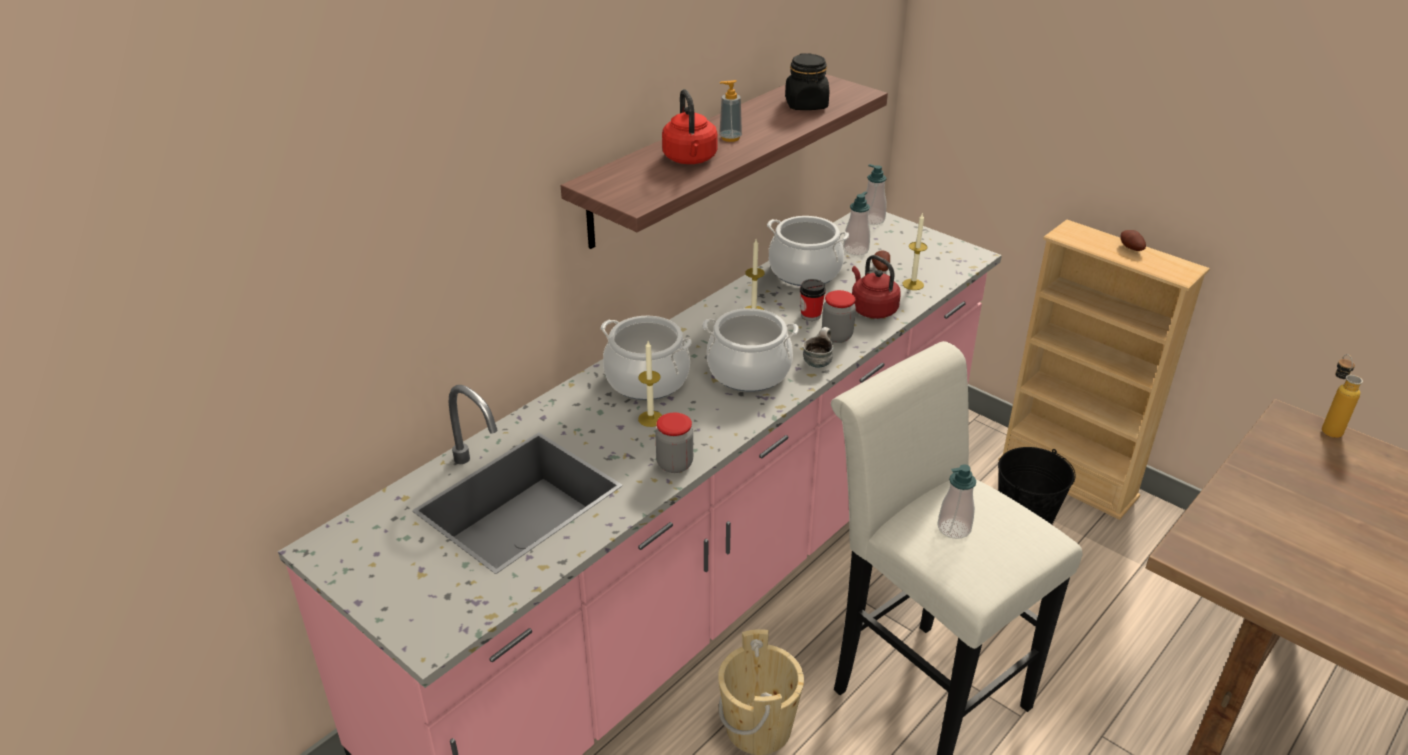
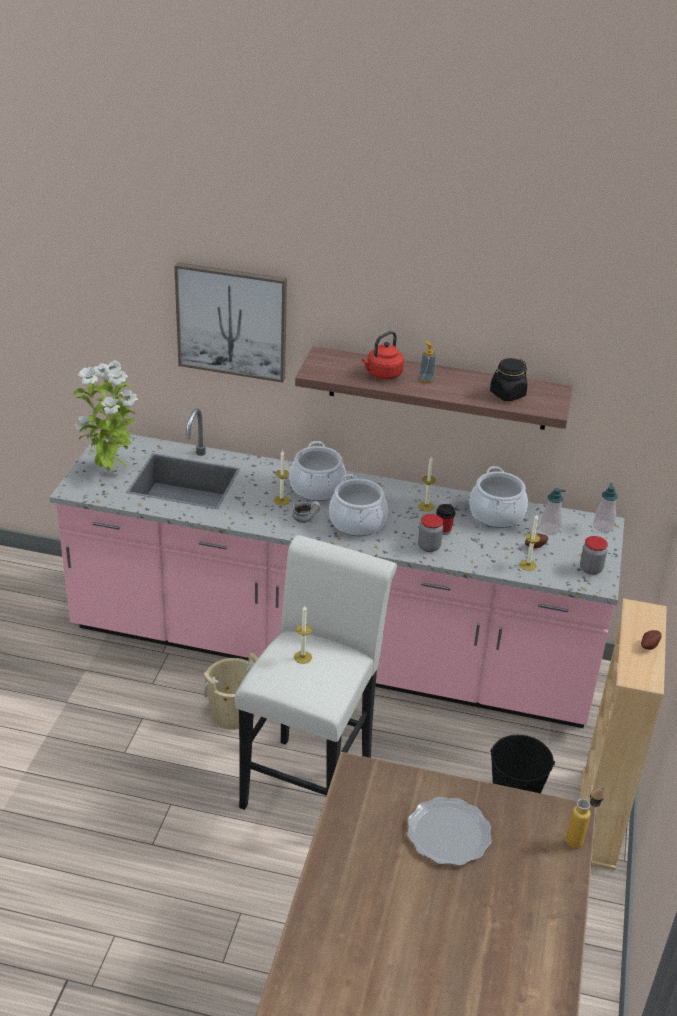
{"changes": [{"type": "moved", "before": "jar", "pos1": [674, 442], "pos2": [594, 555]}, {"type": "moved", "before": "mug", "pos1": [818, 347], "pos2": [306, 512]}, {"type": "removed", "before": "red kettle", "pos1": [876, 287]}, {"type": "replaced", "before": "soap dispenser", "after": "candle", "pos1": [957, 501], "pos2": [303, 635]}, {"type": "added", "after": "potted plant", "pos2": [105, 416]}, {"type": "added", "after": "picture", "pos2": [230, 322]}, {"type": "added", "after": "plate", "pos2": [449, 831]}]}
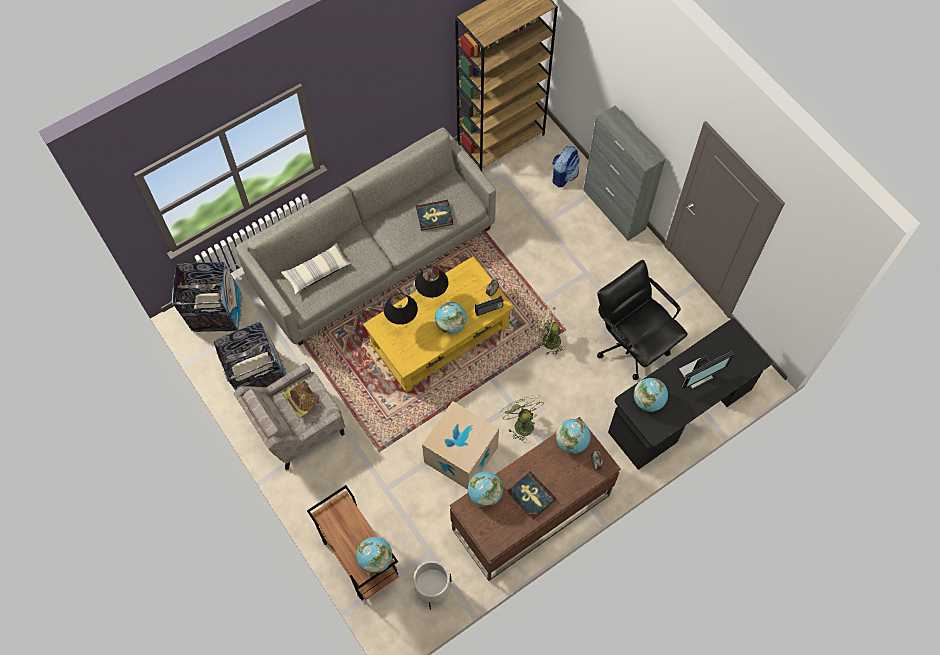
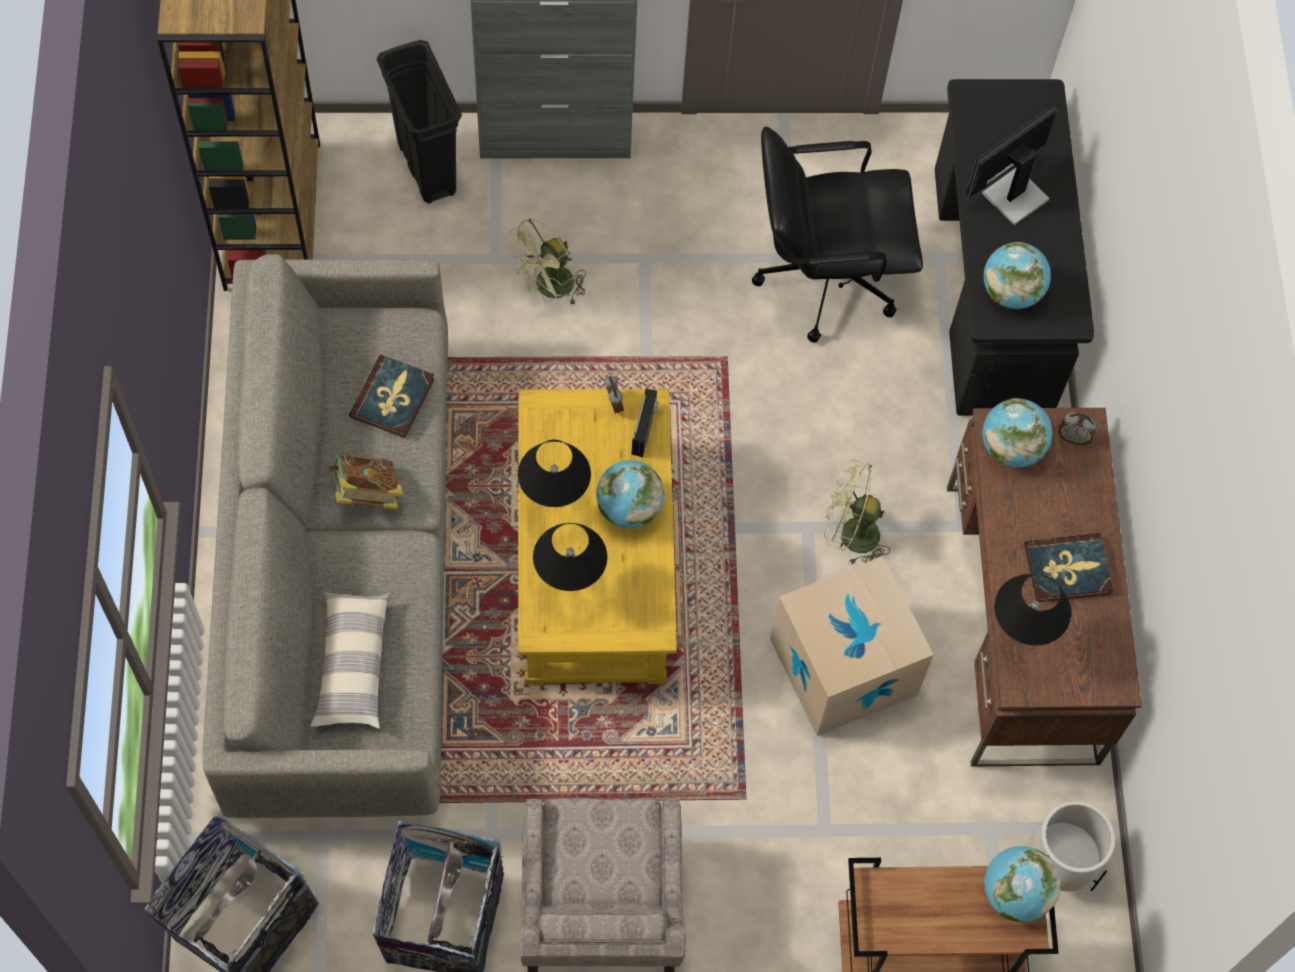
{"changes": [{"type": "moved", "before": "book", "pos1": [301, 399], "pos2": [365, 482]}, {"type": "replaced", "before": "globe", "after": "black table lamp", "pos1": [485, 489], "pos2": [1032, 610]}, {"type": "moved", "before": "green fan", "pos1": [549, 330], "pos2": [546, 262]}, {"type": "replaced", "before": "backpack", "after": "black trash can", "pos1": [566, 166], "pos2": [419, 121]}, {"type": "turned", "before": "monitor", "pos1": [706, 370], "pos2": [1012, 165], "turn": -135}]}
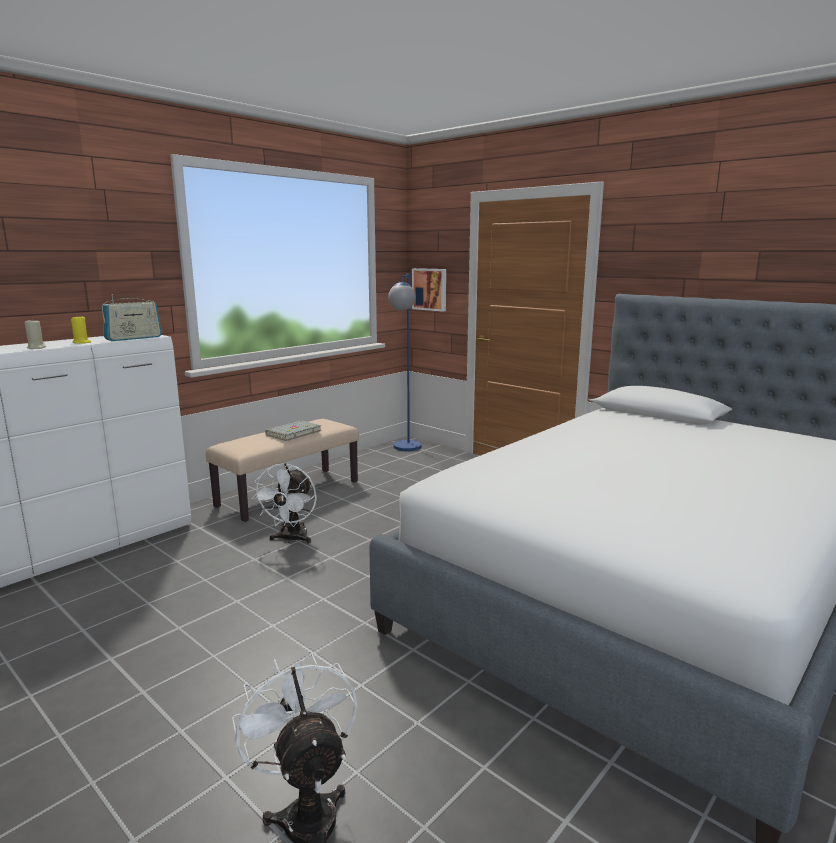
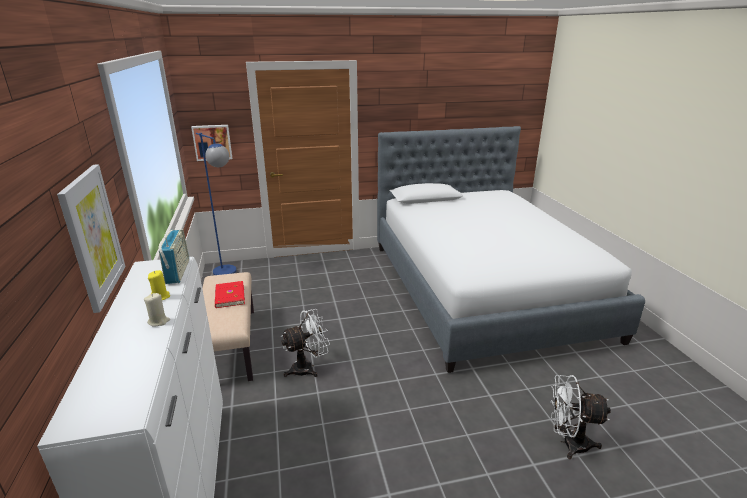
{"changes": [{"type": "turned", "before": "white fan", "pos1": [284, 503], "pos2": [305, 343], "turn": -75}, {"type": "recoloured", "before": "grey book", "after": "red book", "pos1": [293, 430], "pos2": [230, 294]}, {"type": "added", "after": "picture", "pos2": [91, 238]}]}
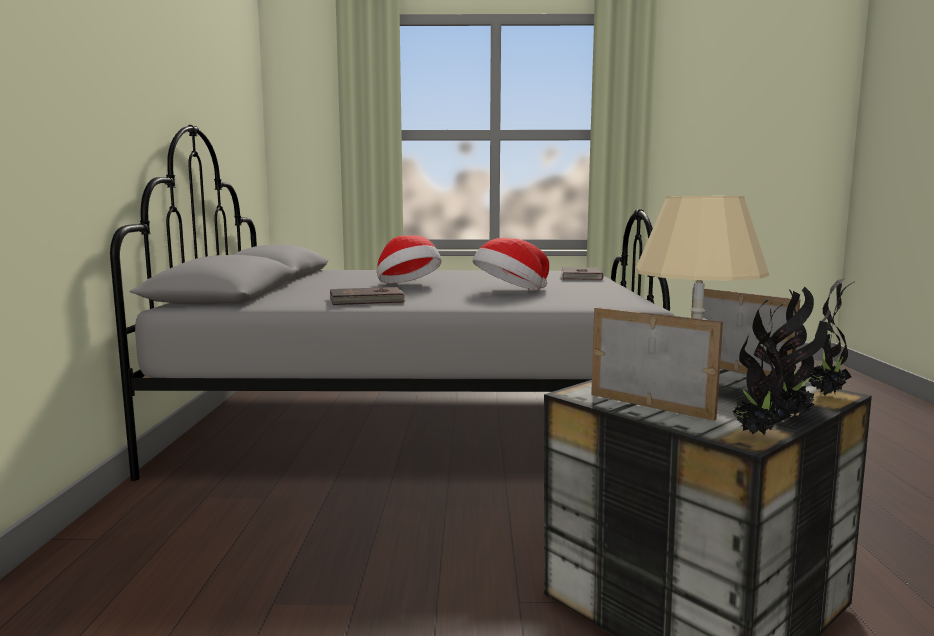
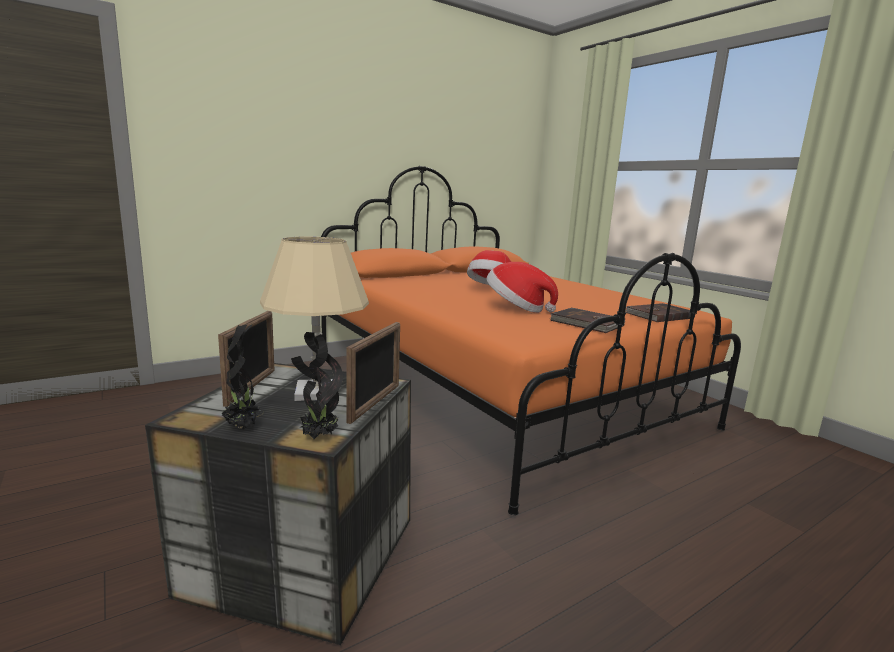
{"changes": [{"type": "recoloured", "before": "grey bed", "after": "orange bed", "pos1": [392, 303], "pos2": [531, 340]}, {"type": "moved", "before": "brown book", "pos1": [368, 296], "pos2": [587, 320]}, {"type": "removed", "before": "potted plant", "pos1": [761, 366]}]}
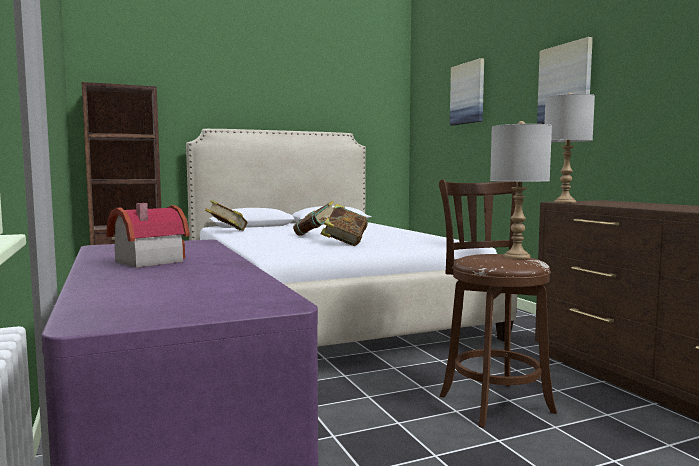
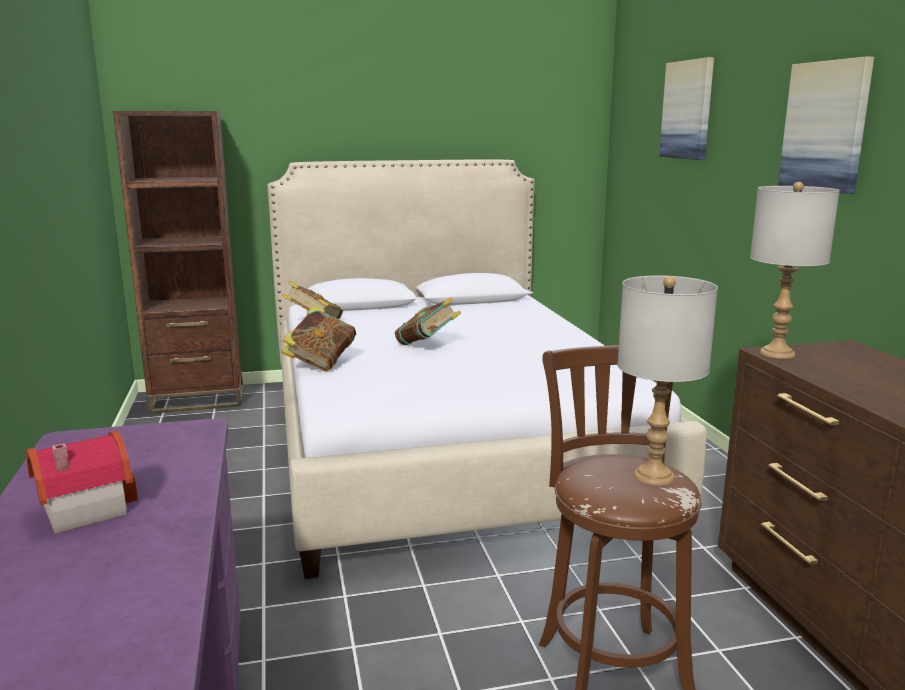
{"changes": [{"type": "moved", "before": "book", "pos1": [344, 224], "pos2": [318, 338]}]}
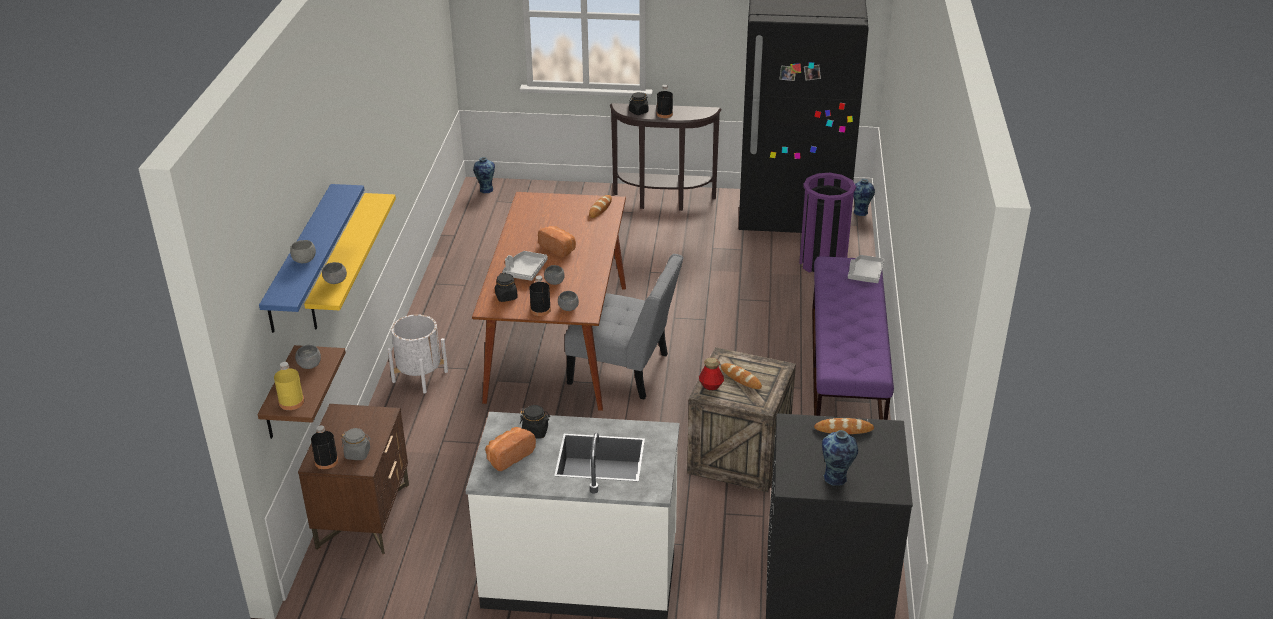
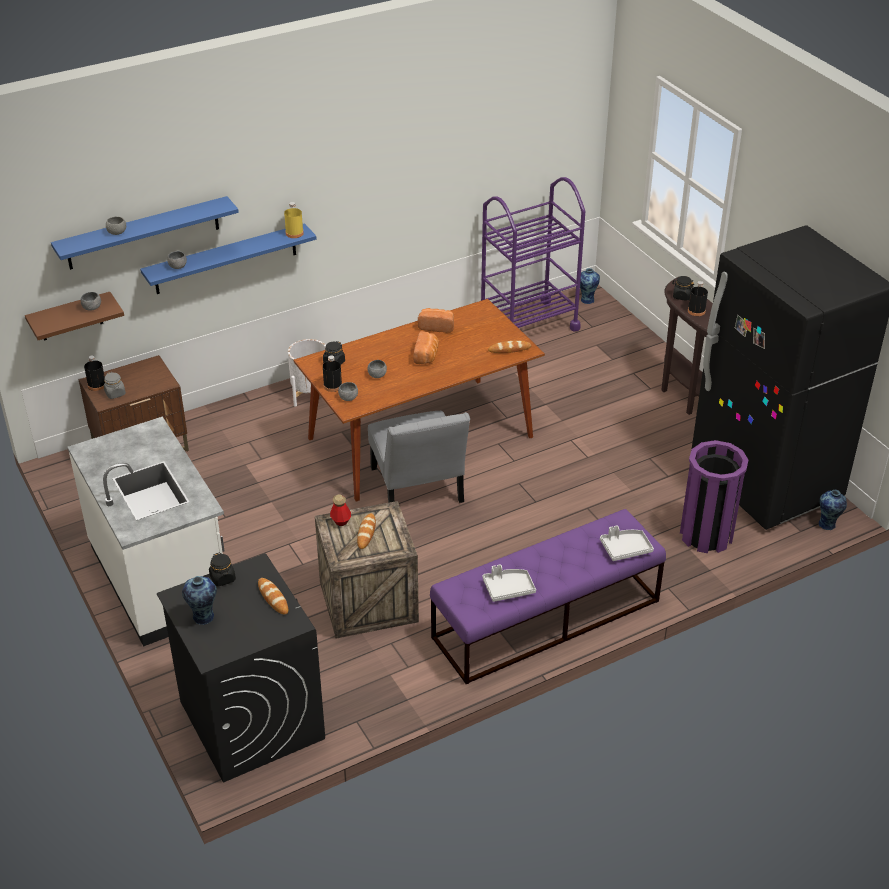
{"changes": [{"type": "moved", "before": "yellow bottle", "pos1": [289, 386], "pos2": [294, 220]}, {"type": "recoloured", "before": "yellow shelf", "after": "blue shelf", "pos1": [350, 261], "pos2": [228, 258]}, {"type": "moved", "before": "bread", "pos1": [510, 449], "pos2": [436, 320]}, {"type": "moved", "before": "grey tray", "pos1": [525, 266], "pos2": [509, 583]}, {"type": "moved", "before": "black jar", "pos1": [535, 422], "pos2": [222, 569]}, {"type": "added", "after": "purple cart", "pos2": [533, 254]}]}
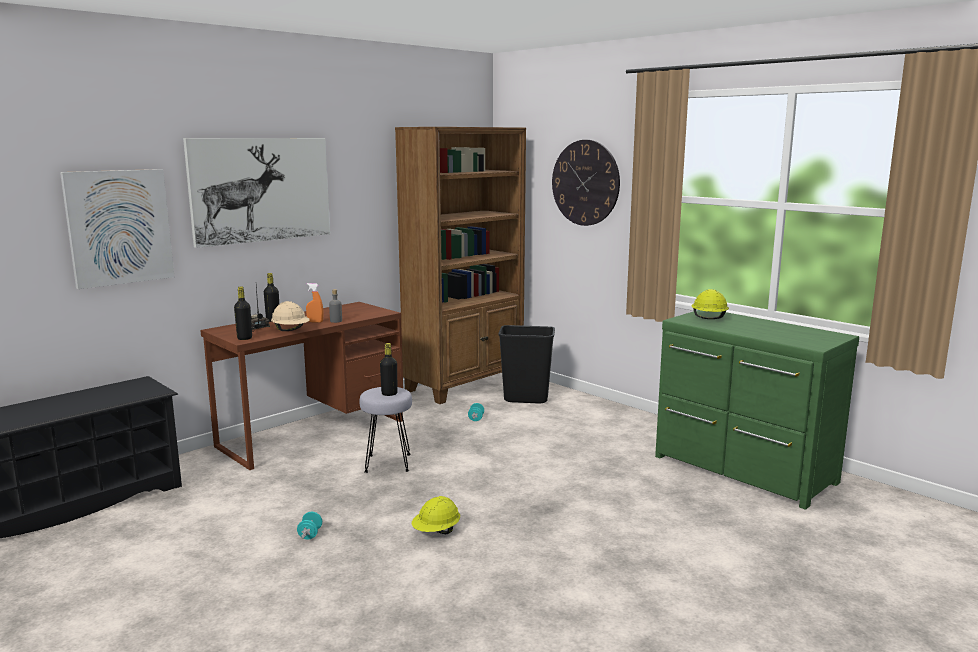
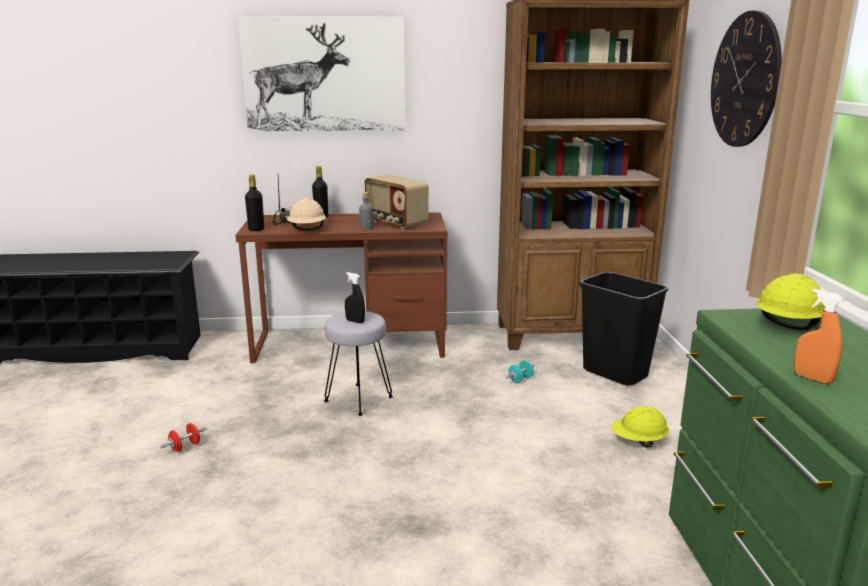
{"changes": [{"type": "removed", "before": "picture", "pos1": [117, 229]}, {"type": "recoloured", "before": "turquoise dumbbell", "after": "red dumbbell", "pos1": [309, 525], "pos2": [183, 437]}, {"type": "moved", "before": "orange spray bottle", "pos1": [314, 303], "pos2": [819, 336]}, {"type": "replaced", "before": "black bottle", "after": "black spray bottle", "pos1": [389, 369], "pos2": [355, 297]}, {"type": "moved", "before": "yellow hard hat", "pos1": [436, 515], "pos2": [640, 427]}, {"type": "added", "after": "radio", "pos2": [397, 202]}]}
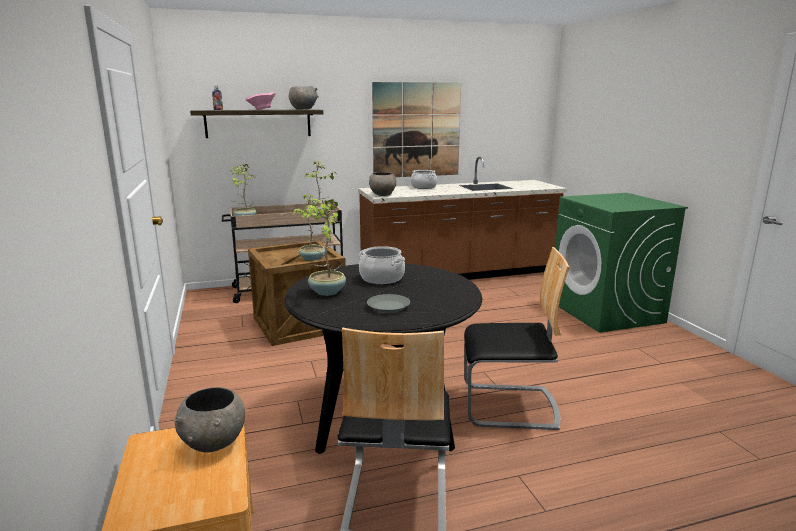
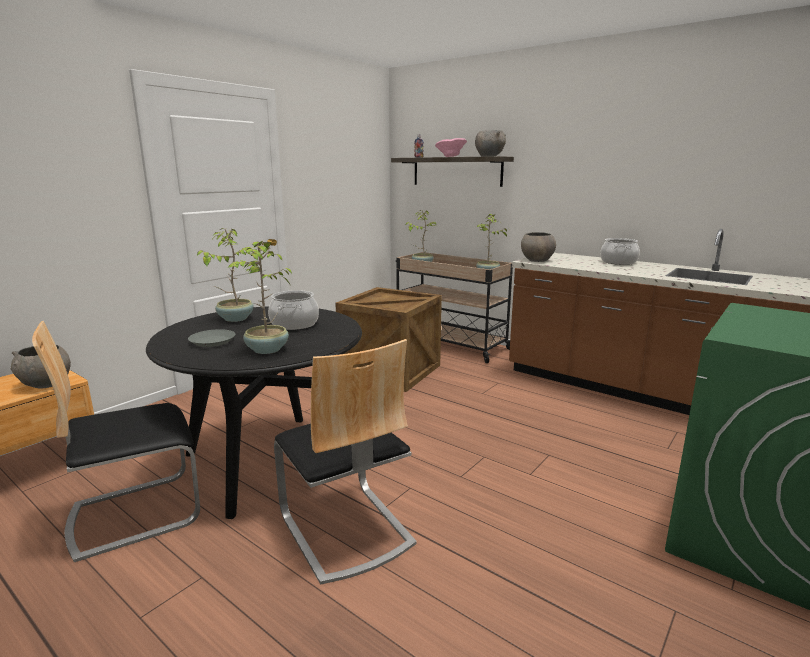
{"changes": [{"type": "moved", "before": "potted plant", "pos1": [311, 227], "pos2": [260, 297]}, {"type": "removed", "before": "picture", "pos1": [416, 129]}]}
